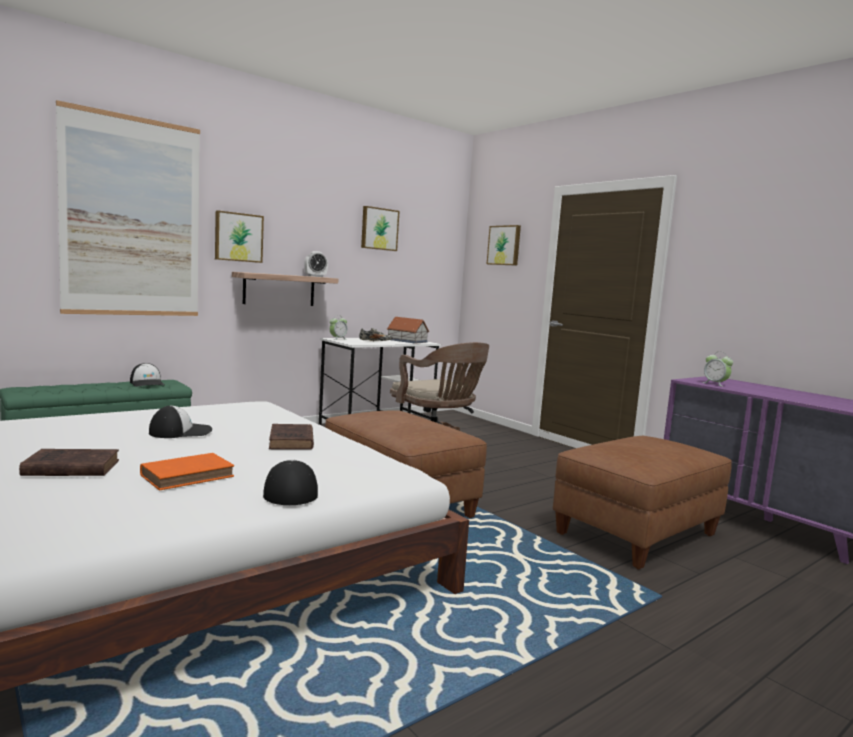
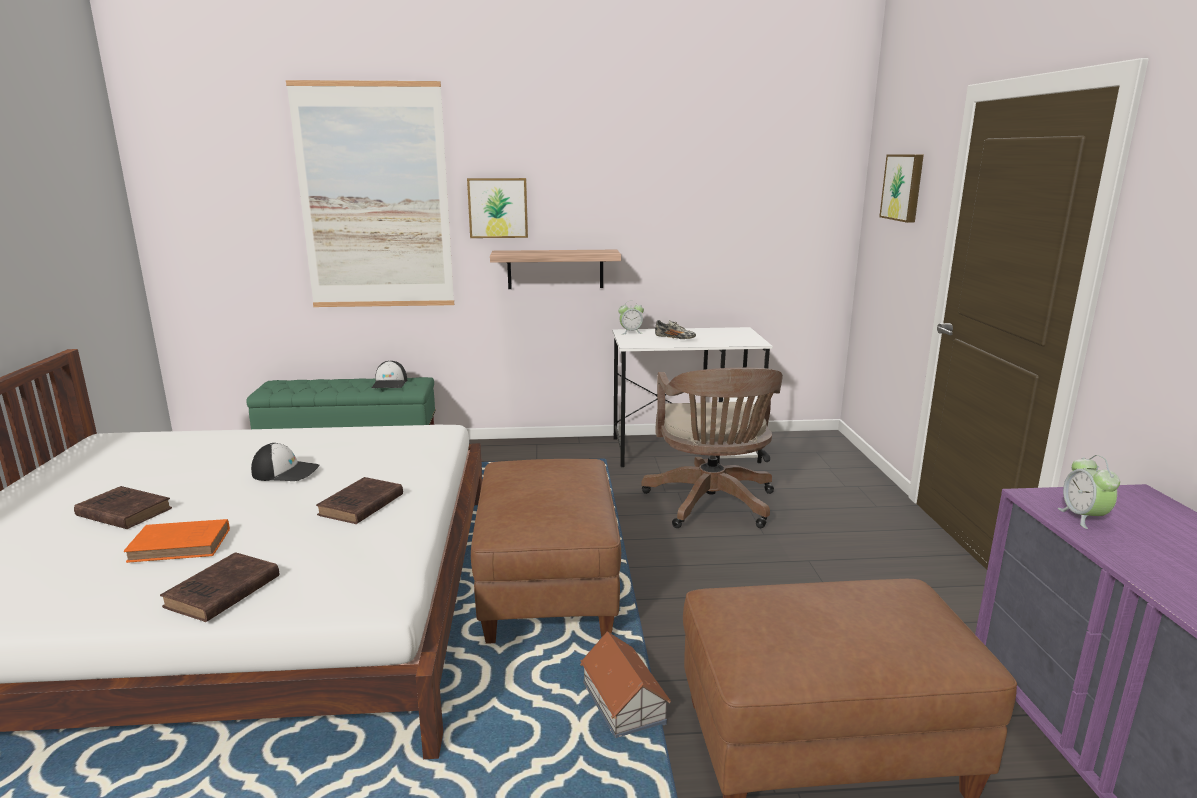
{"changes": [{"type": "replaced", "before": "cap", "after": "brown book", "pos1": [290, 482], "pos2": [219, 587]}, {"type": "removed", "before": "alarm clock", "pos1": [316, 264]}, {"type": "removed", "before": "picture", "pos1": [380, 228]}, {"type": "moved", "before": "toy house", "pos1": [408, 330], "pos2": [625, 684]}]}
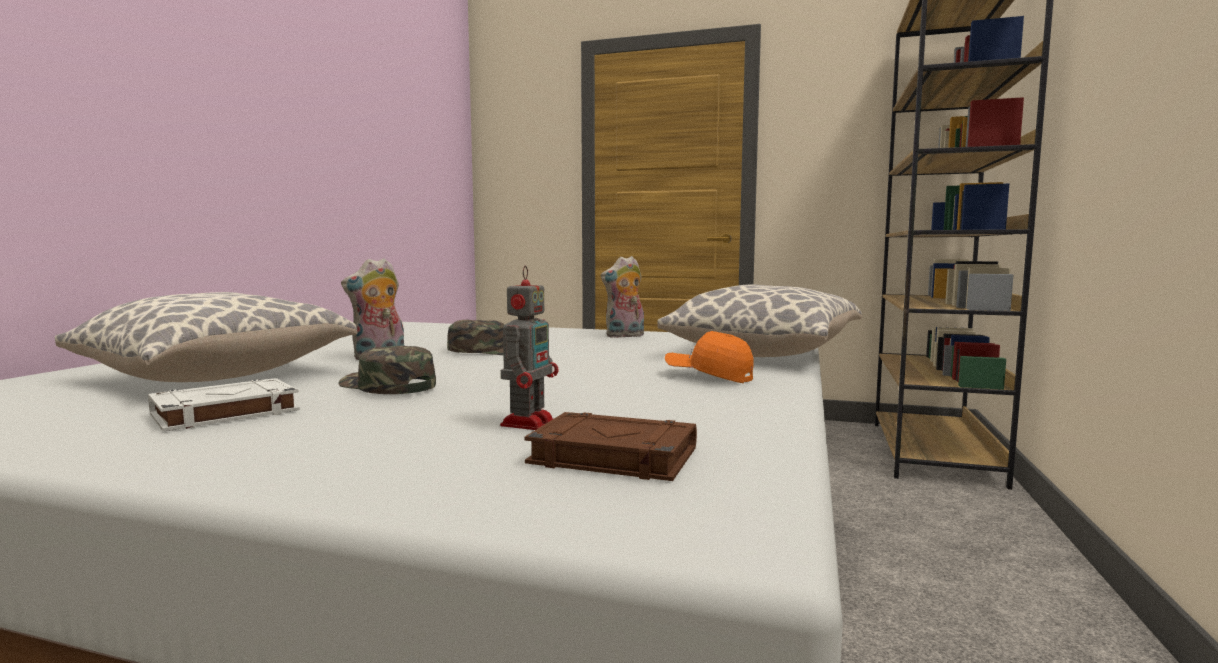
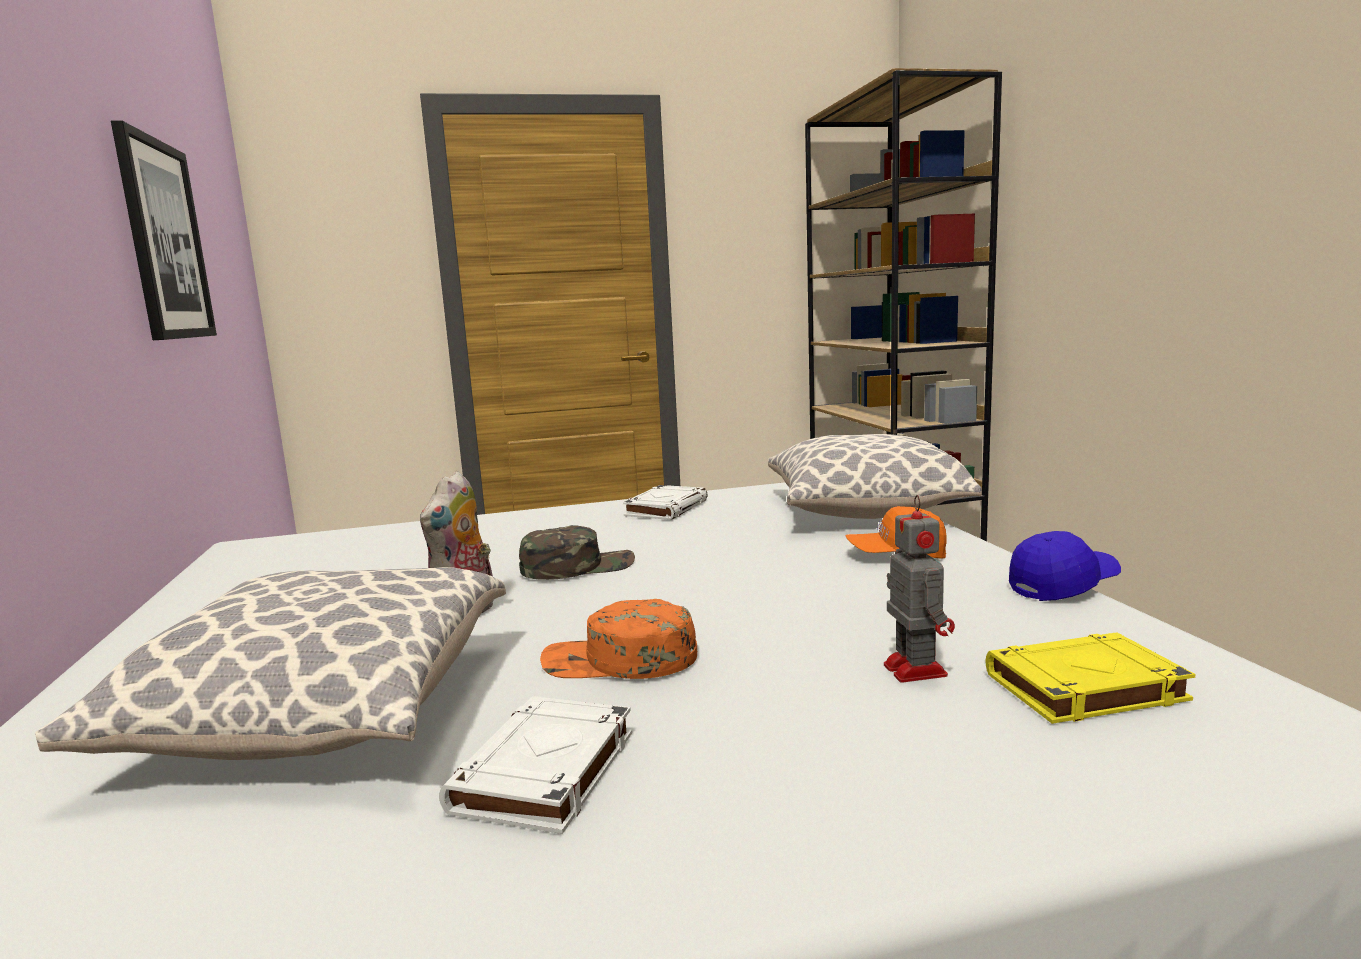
{"changes": [{"type": "recoloured", "before": "green cap", "after": "orange cap", "pos1": [387, 370], "pos2": [618, 639]}, {"type": "recoloured", "before": "brown book", "after": "yellow book", "pos1": [610, 446], "pos2": [1090, 678]}, {"type": "replaced", "before": "plush toy", "after": "white book", "pos1": [622, 297], "pos2": [665, 502]}, {"type": "added", "after": "picture", "pos2": [164, 230]}, {"type": "added", "after": "blue cap", "pos2": [1065, 566]}]}
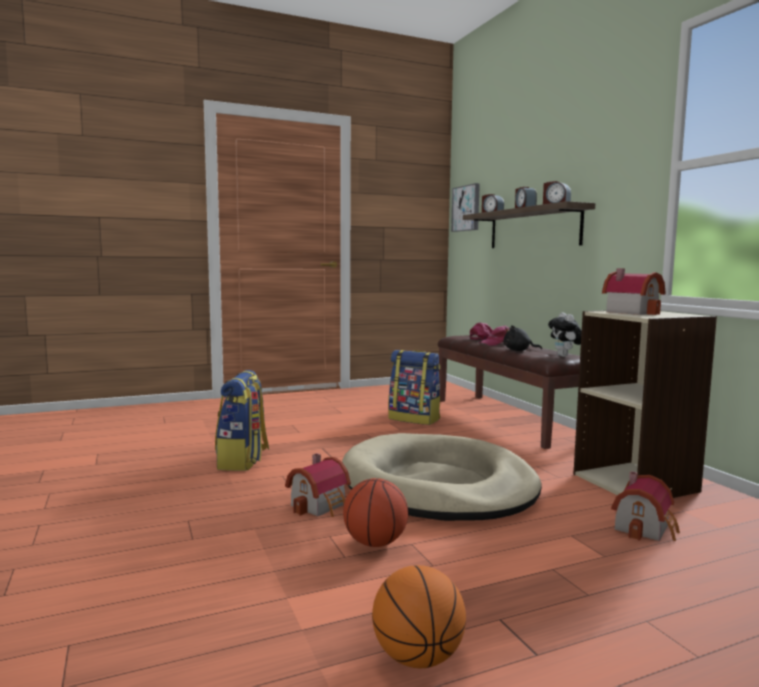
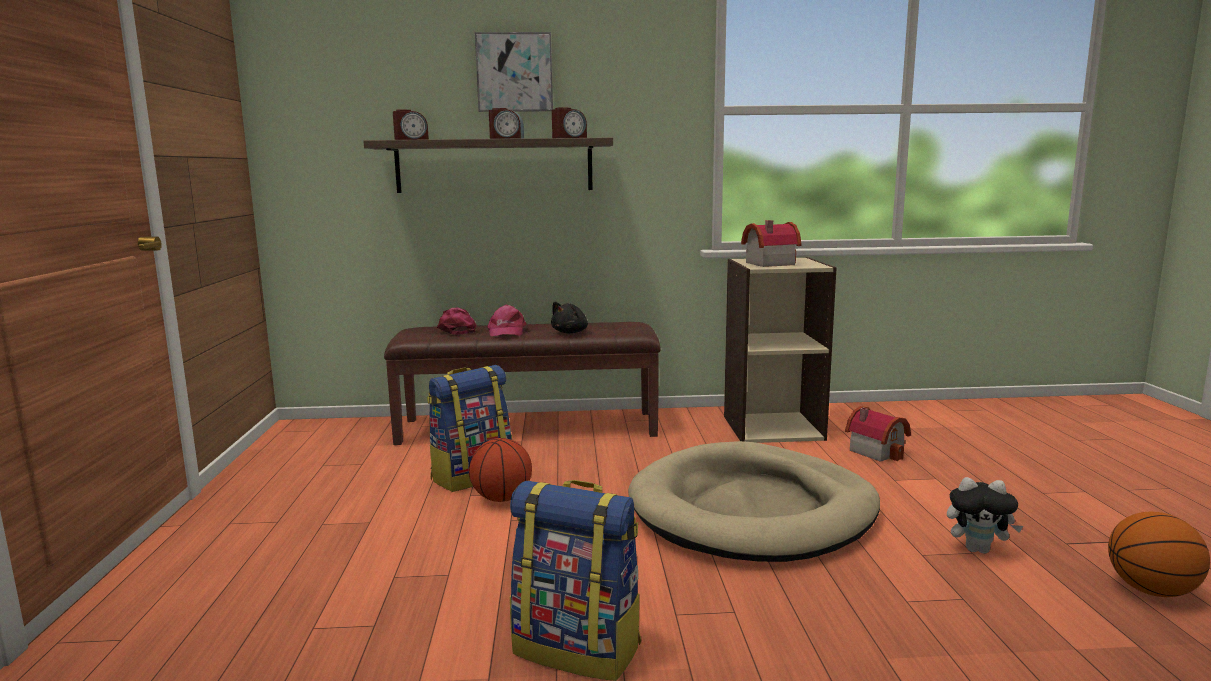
{"changes": [{"type": "removed", "before": "toy house", "pos1": [318, 485]}, {"type": "moved", "before": "basketball", "pos1": [375, 512], "pos2": [500, 470]}, {"type": "moved", "before": "picture", "pos1": [465, 207], "pos2": [514, 72]}, {"type": "moved", "before": "plush toy", "pos1": [565, 334], "pos2": [985, 515]}]}
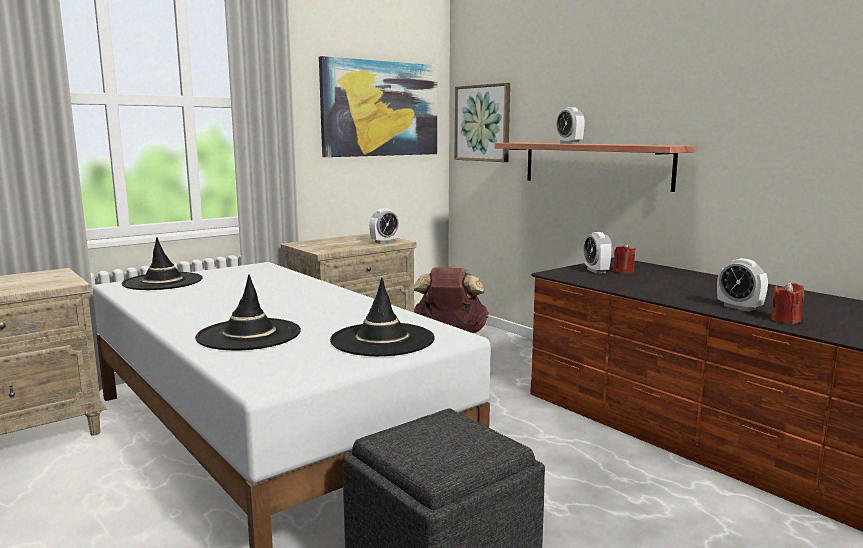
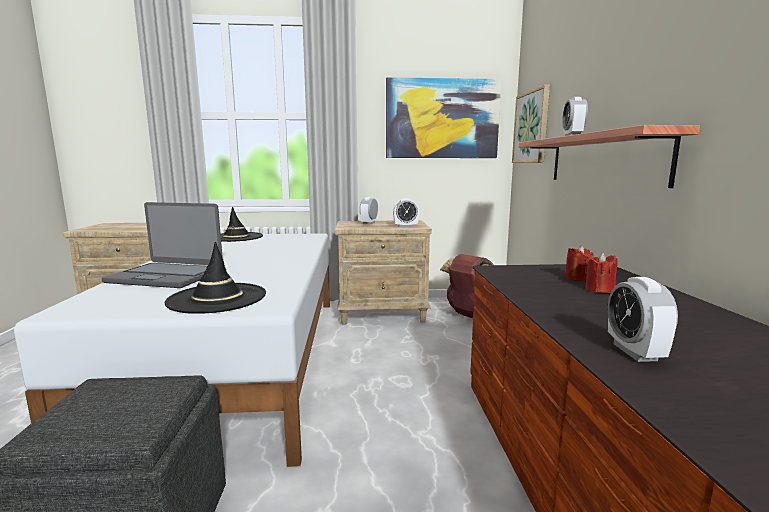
{"changes": [{"type": "replaced", "before": "black hat", "after": "laptop", "pos1": [248, 312], "pos2": [162, 245]}, {"type": "moved", "before": "alarm clock", "pos1": [598, 253], "pos2": [369, 211]}, {"type": "moved", "before": "red candle", "pos1": [787, 303], "pos2": [601, 273]}]}
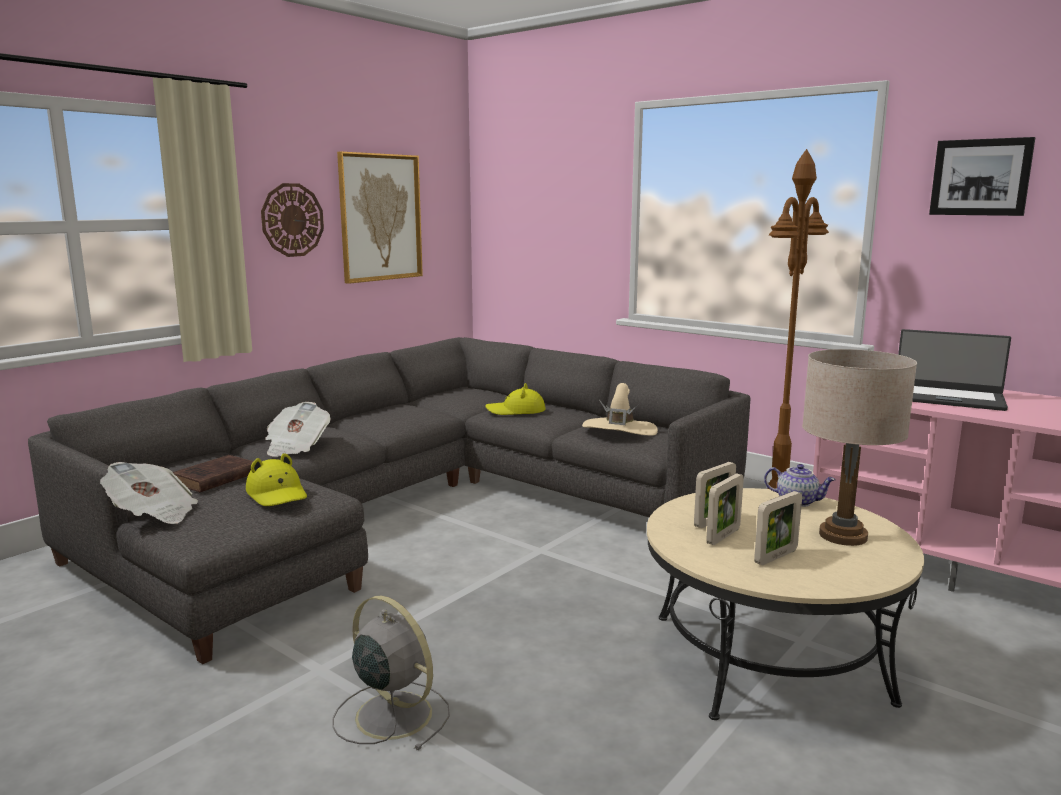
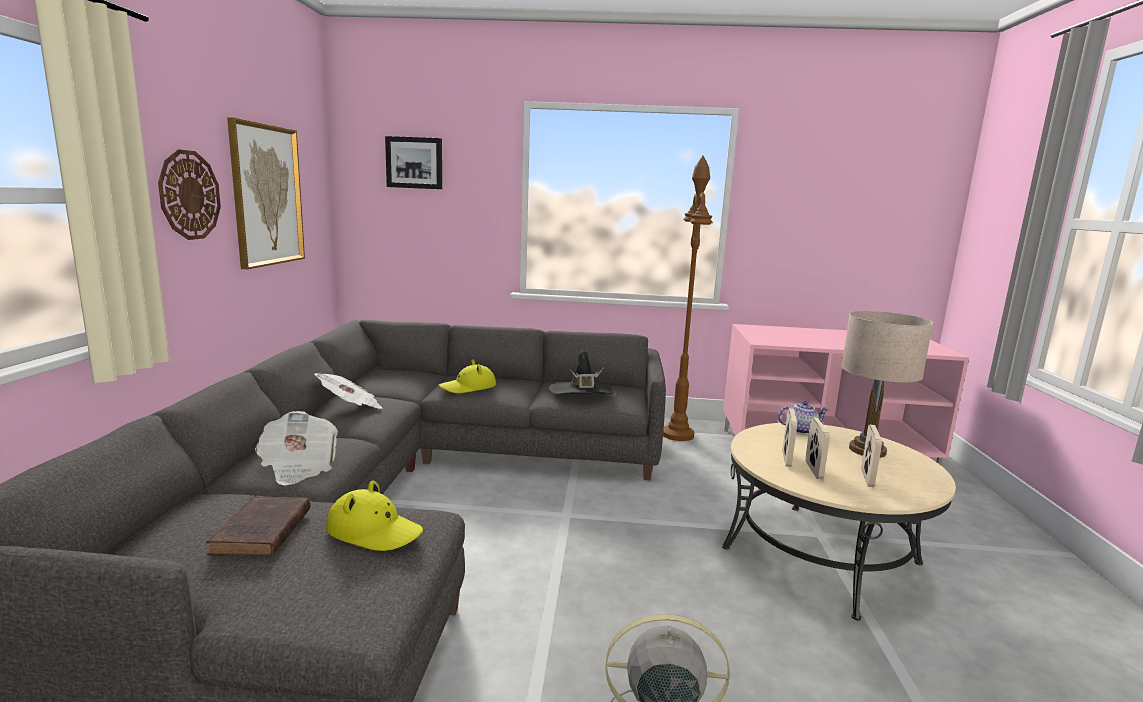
{"changes": [{"type": "moved", "before": "newspaper", "pos1": [149, 493], "pos2": [348, 391]}, {"type": "recoloured", "before": "beige hat", "after": "black hat", "pos1": [620, 409], "pos2": [581, 372]}, {"type": "removed", "before": "laptop", "pos1": [954, 370]}, {"type": "moved", "before": "picture", "pos1": [982, 176], "pos2": [413, 162]}]}
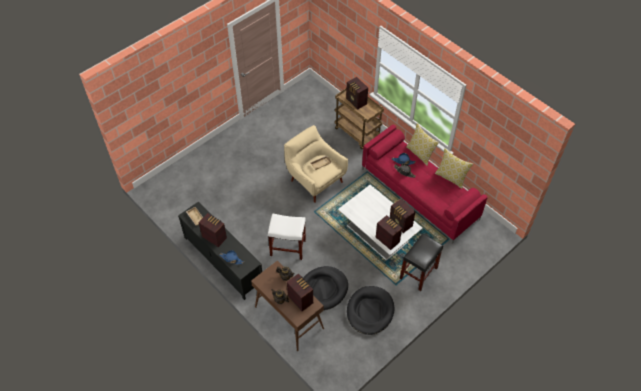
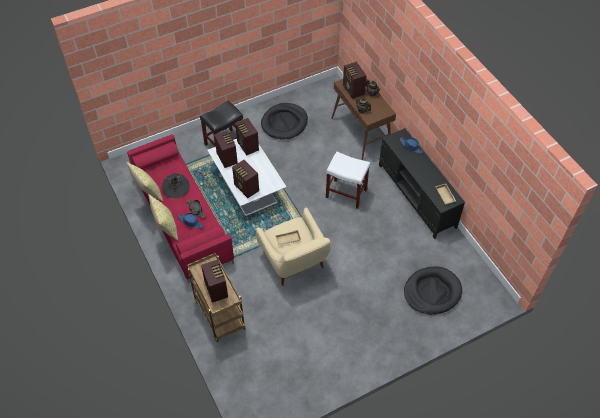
{"changes": [{"type": "moved", "before": "radio", "pos1": [212, 230], "pos2": [245, 179]}, {"type": "moved", "before": "black dog bed", "pos1": [325, 288], "pos2": [433, 290]}, {"type": "added", "after": "black hat", "pos2": [176, 186]}]}
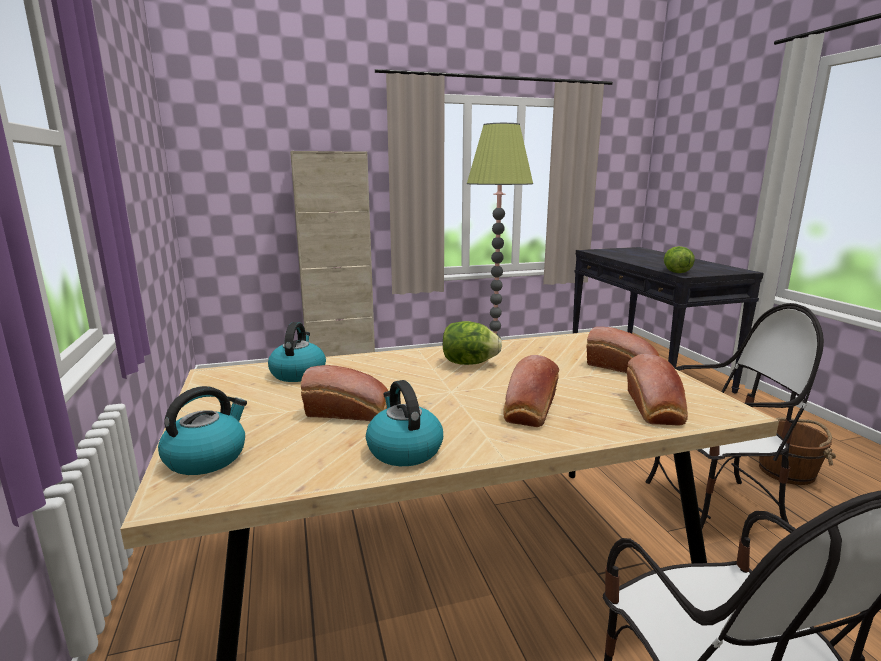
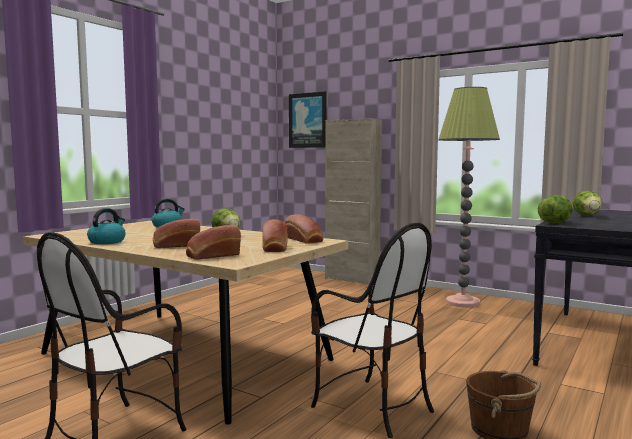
{"changes": [{"type": "removed", "before": "kettle", "pos1": [202, 430]}, {"type": "moved", "before": "bread", "pos1": [344, 393], "pos2": [304, 229]}, {"type": "added", "after": "picture", "pos2": [307, 119]}, {"type": "added", "after": "lettuce", "pos2": [588, 203]}]}
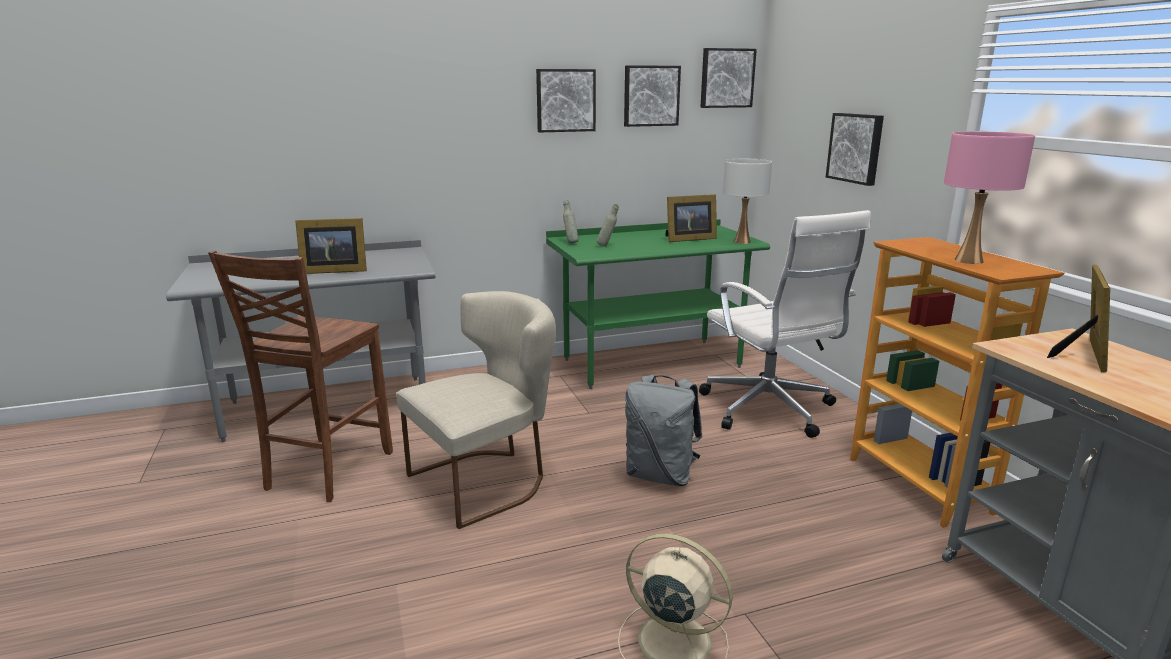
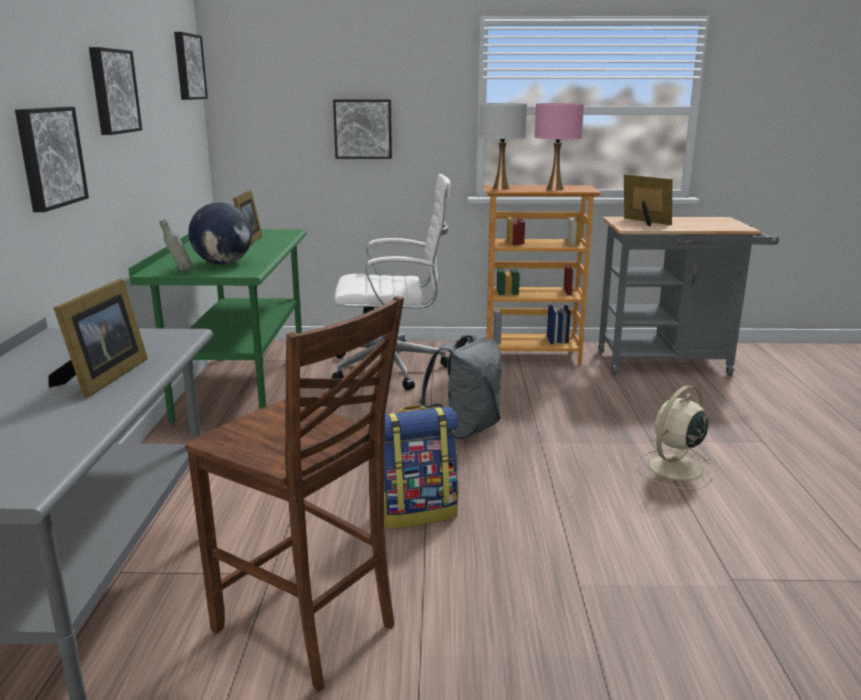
{"changes": [{"type": "replaced", "before": "beige chair", "after": "backpack", "pos1": [476, 410], "pos2": [421, 467]}, {"type": "replaced", "before": "grey bottle", "after": "globe", "pos1": [608, 225], "pos2": [220, 233]}, {"type": "moved", "before": "picture", "pos1": [652, 96], "pos2": [52, 159]}, {"type": "moved", "before": "white table lamp", "pos1": [747, 201], "pos2": [503, 146]}]}
